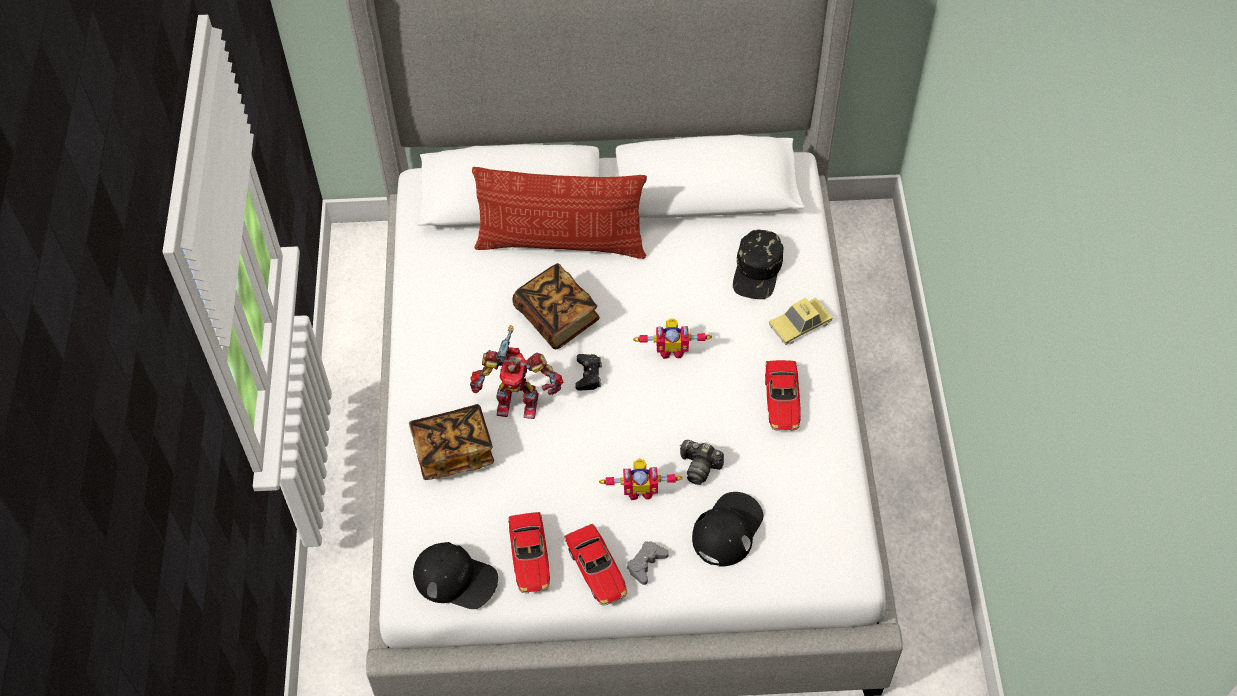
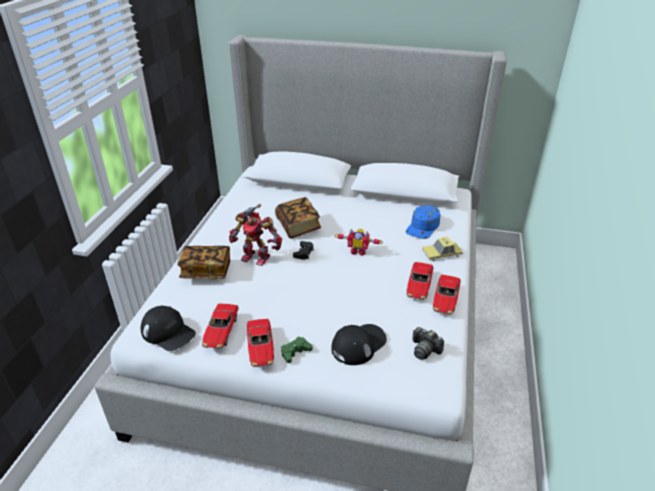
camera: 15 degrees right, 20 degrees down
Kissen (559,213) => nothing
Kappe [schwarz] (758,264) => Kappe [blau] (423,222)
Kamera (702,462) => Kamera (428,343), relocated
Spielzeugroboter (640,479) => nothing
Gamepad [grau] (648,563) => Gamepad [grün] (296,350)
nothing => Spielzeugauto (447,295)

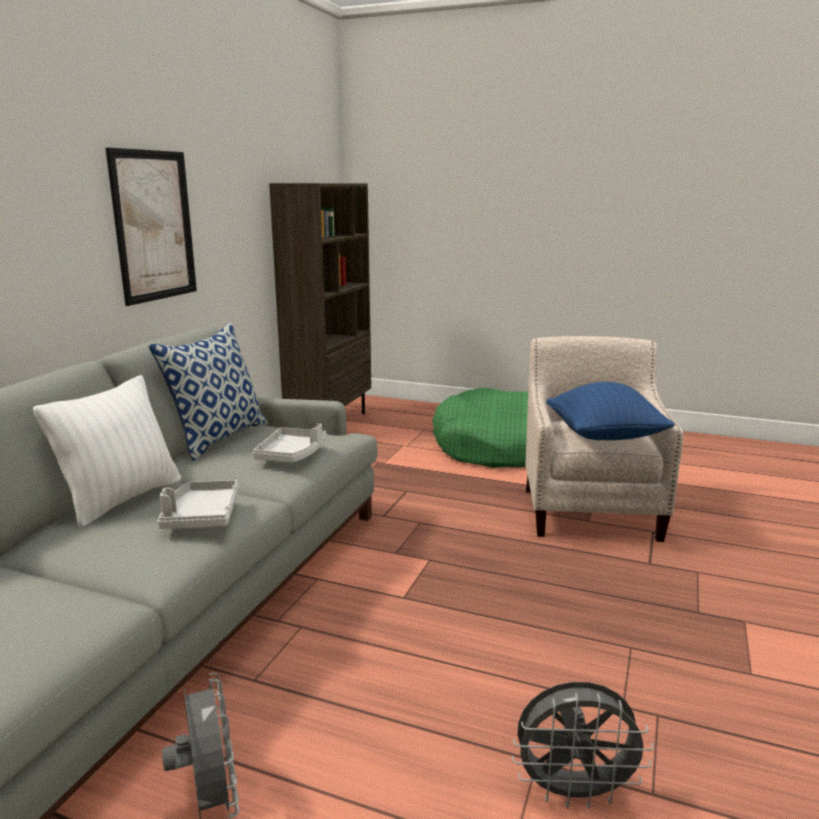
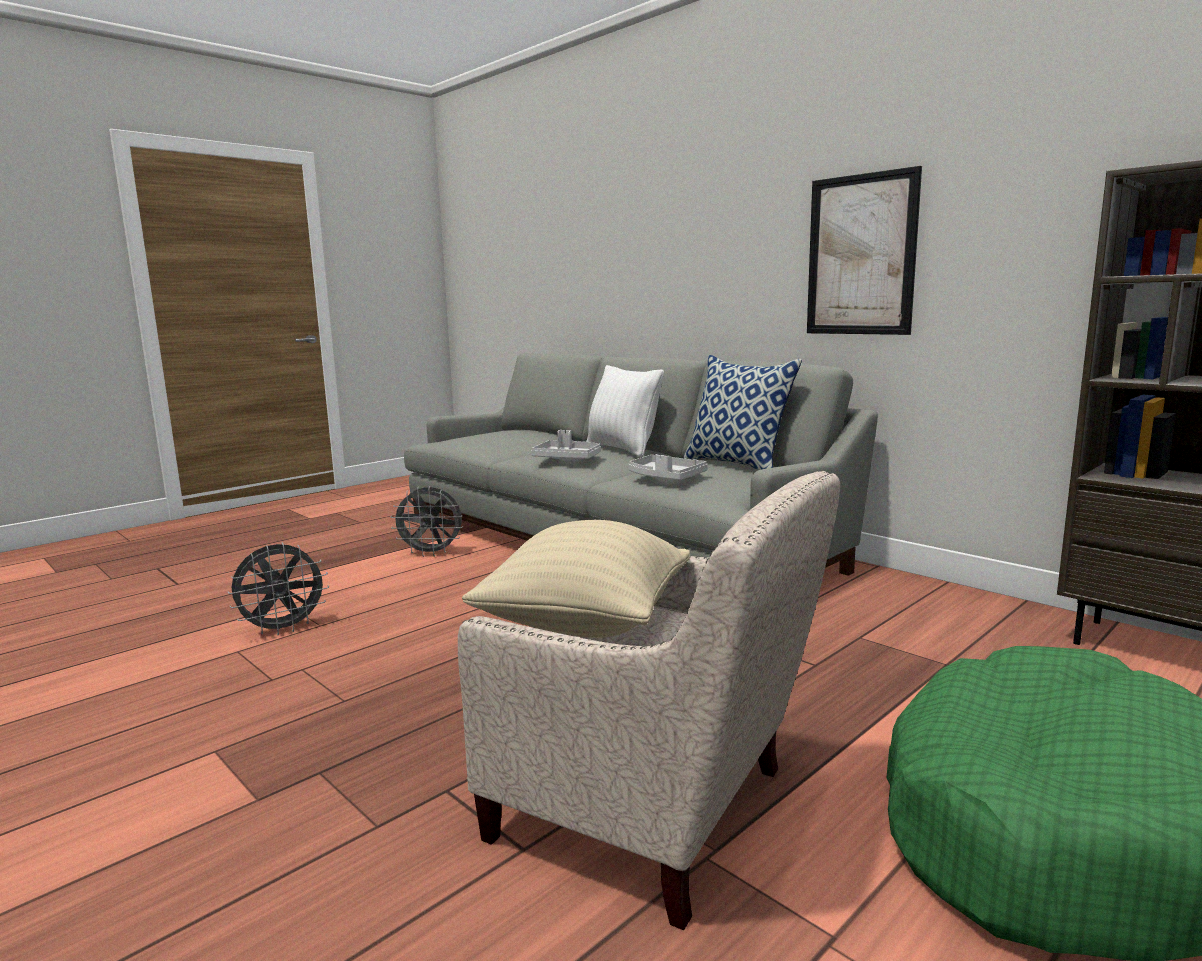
camera: 115 degrees right, 5 degrees down
Kissen [blau] (610,411) => Kissen [beige] (576,579)
Ventilator [grau] (583,745) => Ventilator [grau] (278,589), 150 degrees counterclockwise

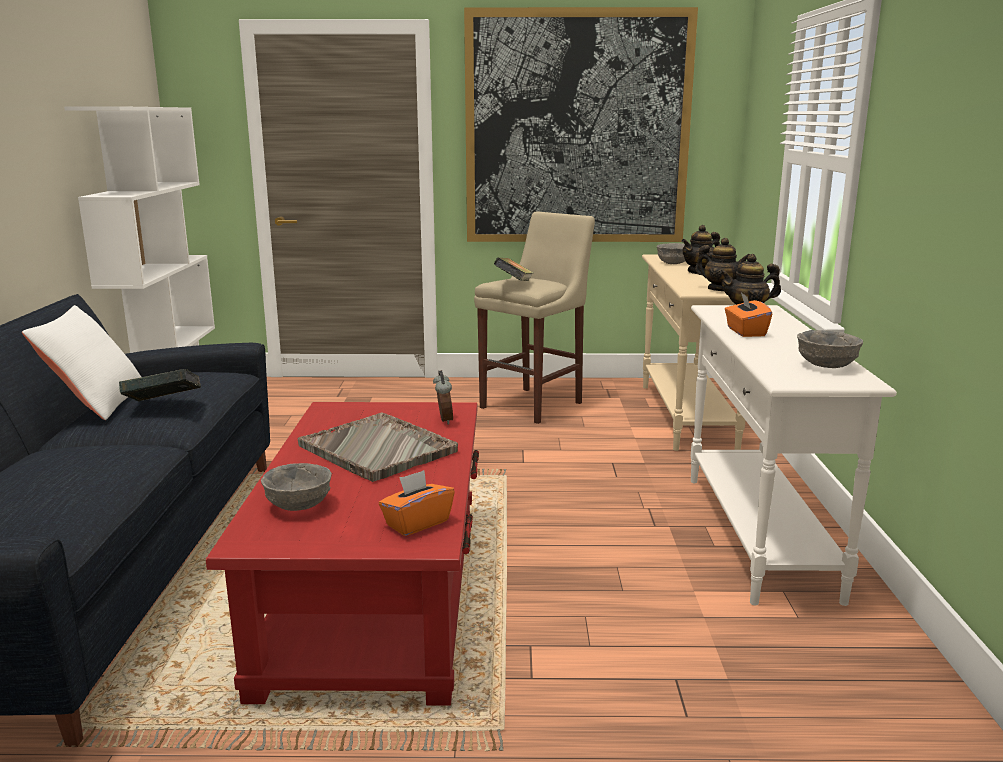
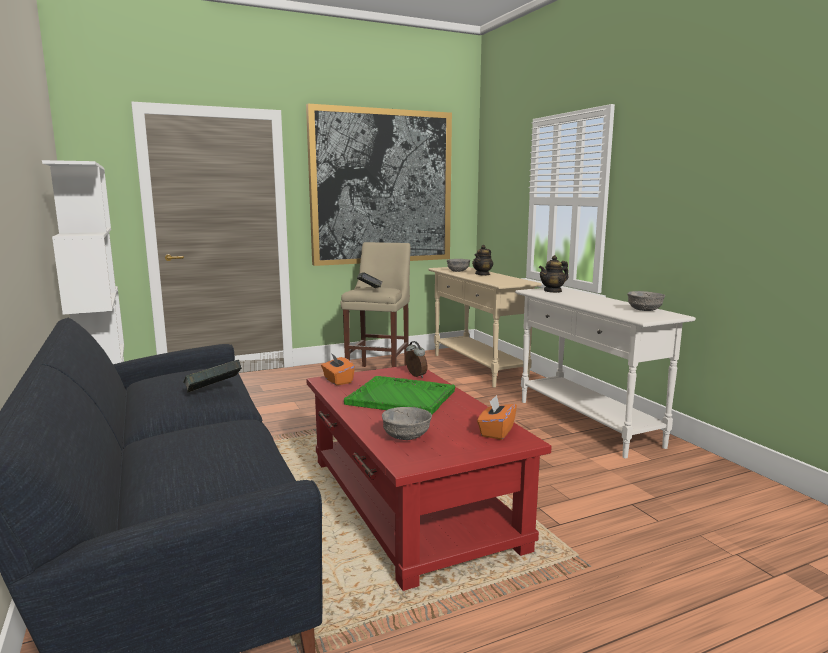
camera: 25 degrees left, 5 degrees down
Teekanne (722,264) => nothing
Taschentuchbox [orange] (748,315) => Taschentuchbox [orange] (338,369), relocated
Kissen [weiß] (81,362) => nothing
Tablett [grau] (378,447) => Tablett [grün] (399,395)

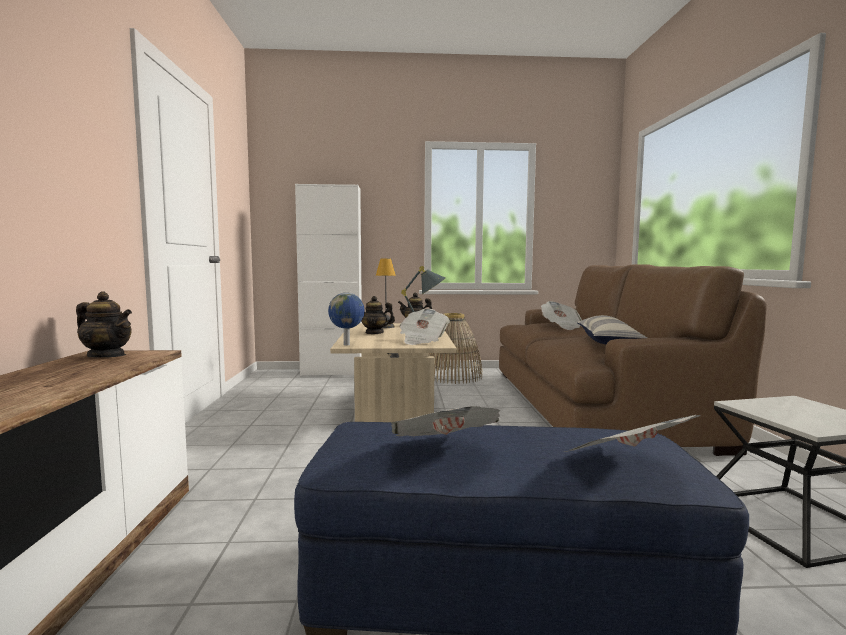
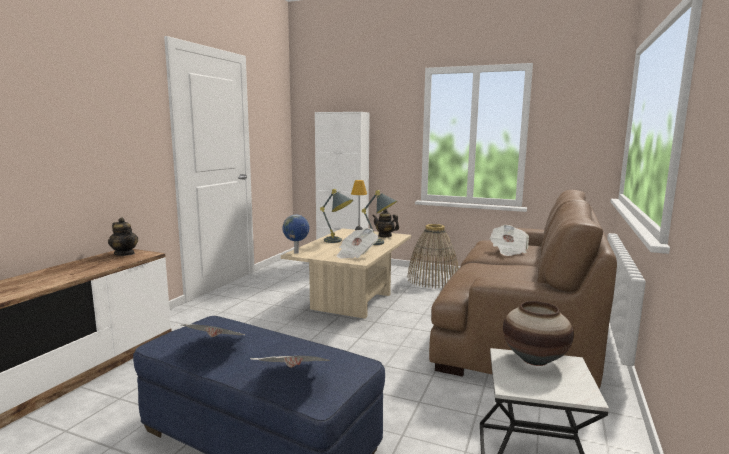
camera: 25 degrees right, 5 degrees up
Teekanne (378,315) => Tischlampe [grau] (336,216)
Kissen (612,330) => nothing
nothing => Vase (538,333)

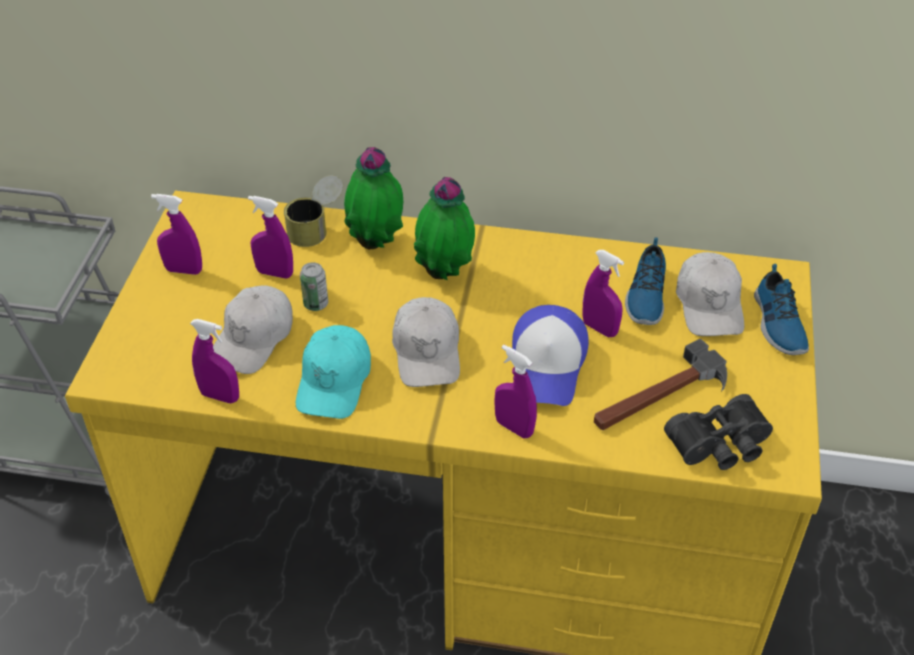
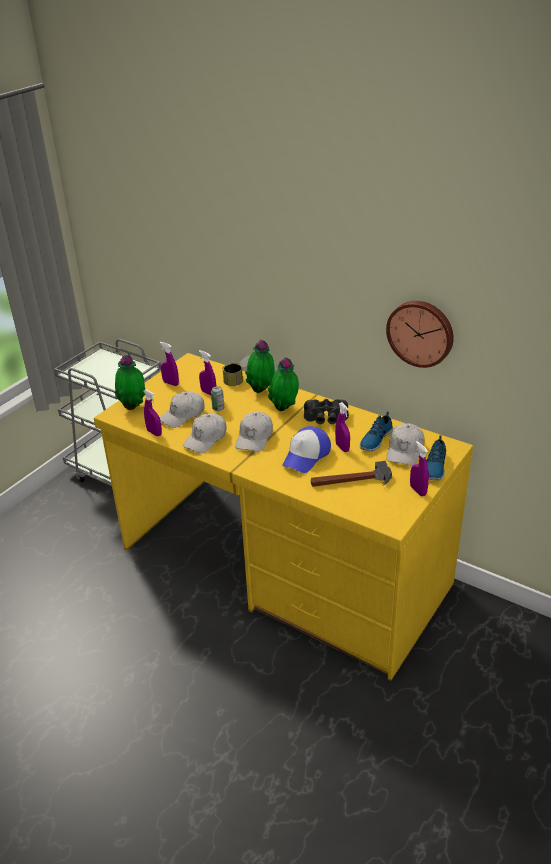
camera: 25 degrees right, 10 degrees down
Kappe [türkis] (333,372) => Kappe [weiß] (204,433)
Sprühflasche [lila] (515,391) => Sprühflasche [lila] (419,468), relocated
Fernglas [schwarz] (718,432) => Fernglas [schwarz] (326,411), relocated
nothing => Wanduhr (420,334)
nothing => Topfpflanze (130,382)

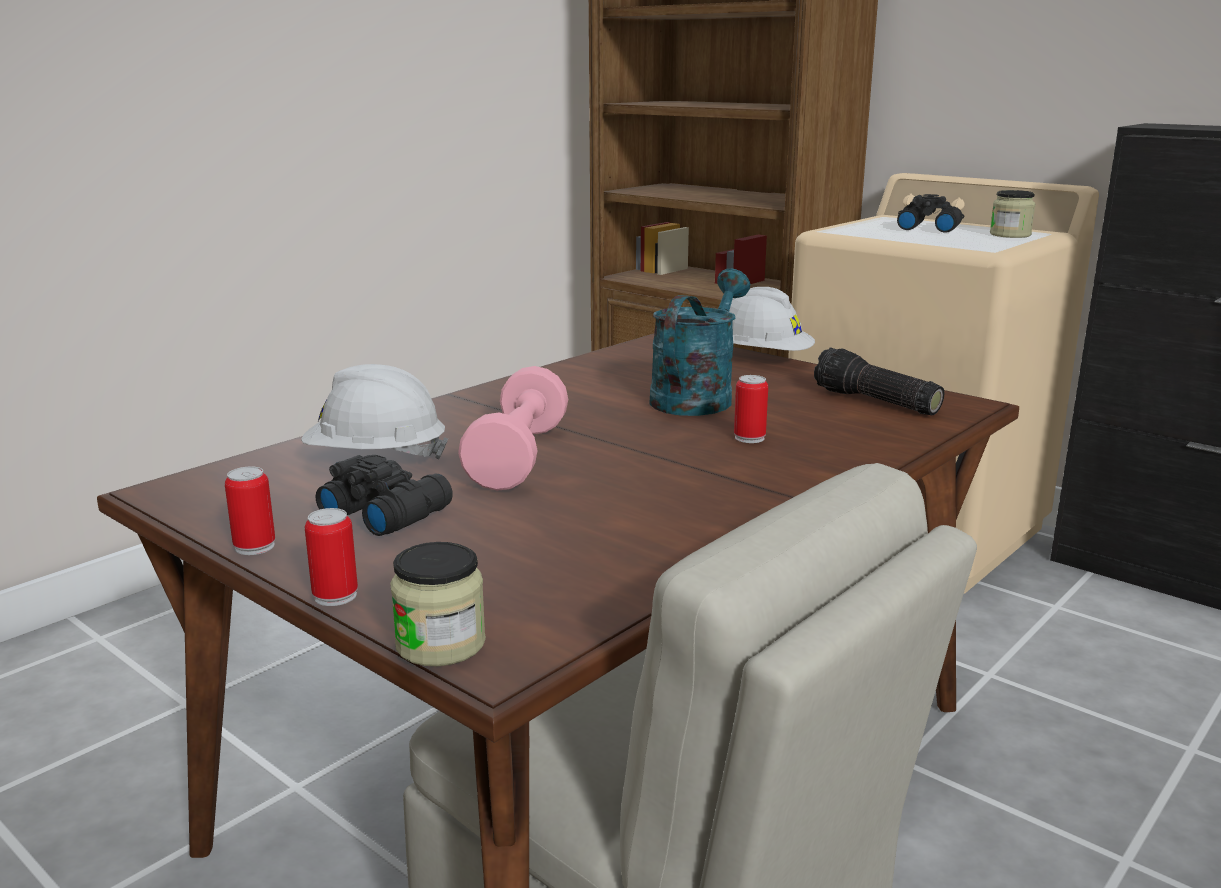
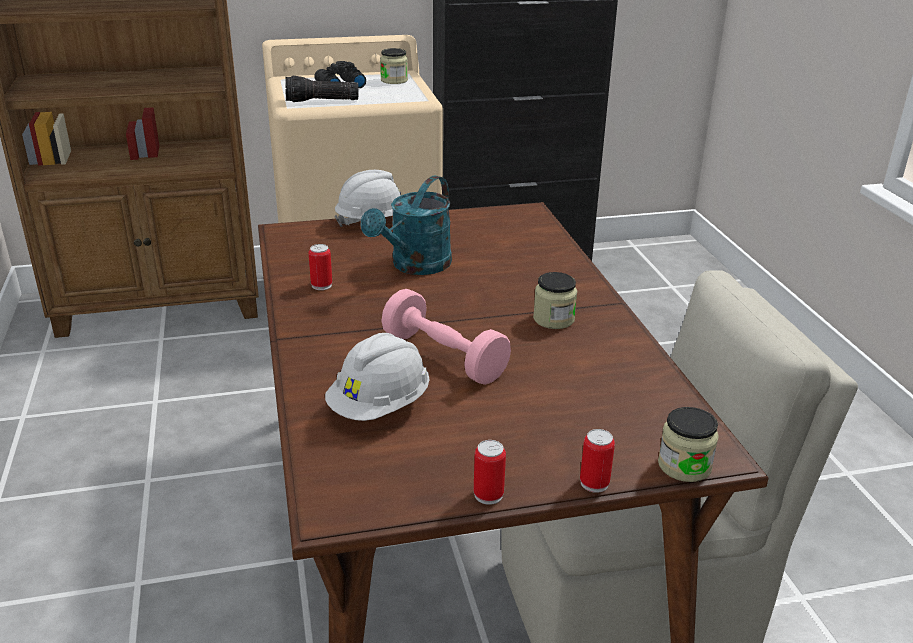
camera: 55 degrees left, 10 degrees up
Gießkanne [türkis] (699,342) => Gießkanne [türkis] (406,225), 120 degrees counterclockwise
Taschenlampe (879,381) => Taschenlampe (322,89), relocated
Dose (751,409) => Dose (320,267), relocated
Fernglas [schwarz] (384,495) => nothing
nothing => Vorratsglas (555,300)

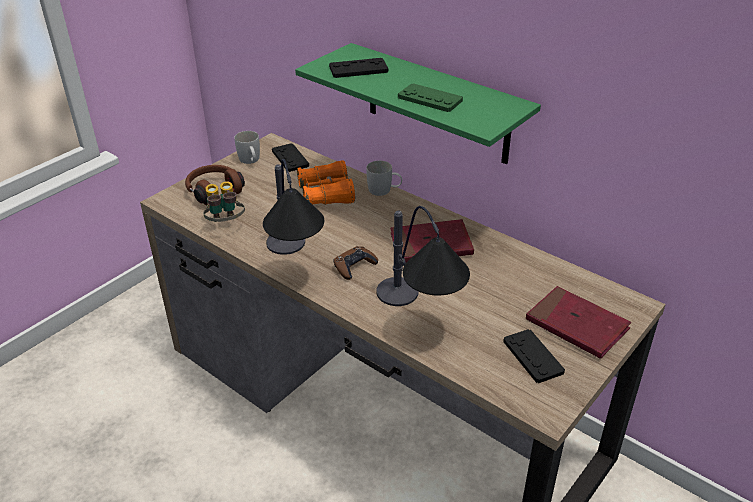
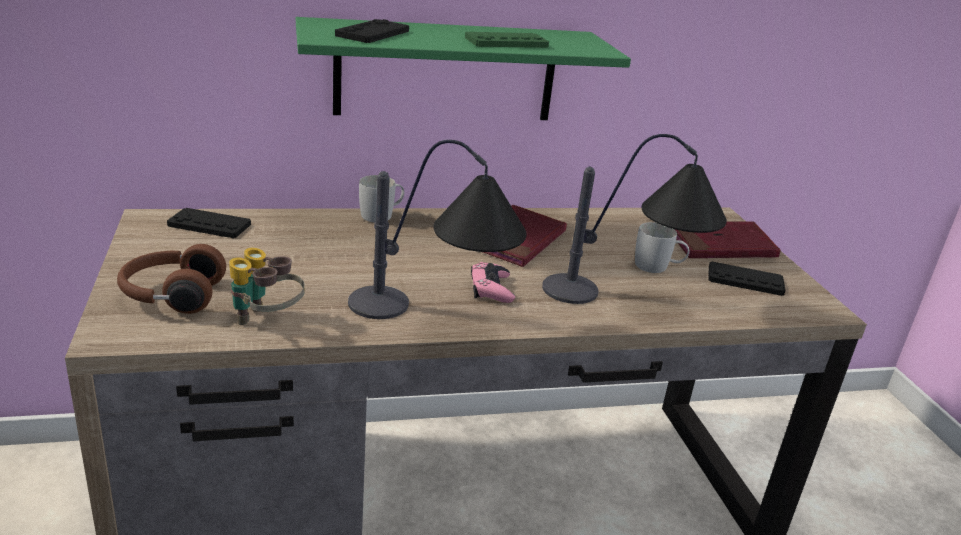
camera: 55 degrees left, 10 degrees down
Henkelbecher [weiß] (247,147) => Henkelbecher [weiß] (662,247), relocated
Fernglas [orange] (326,182) => nothing
Gamepad [braun] (355,263) => Gamepad [rosa] (493,282)

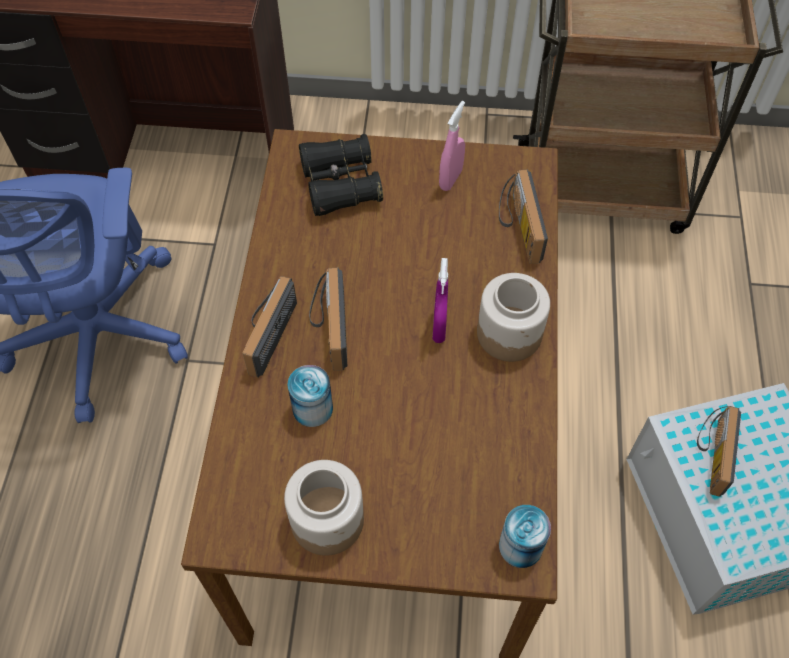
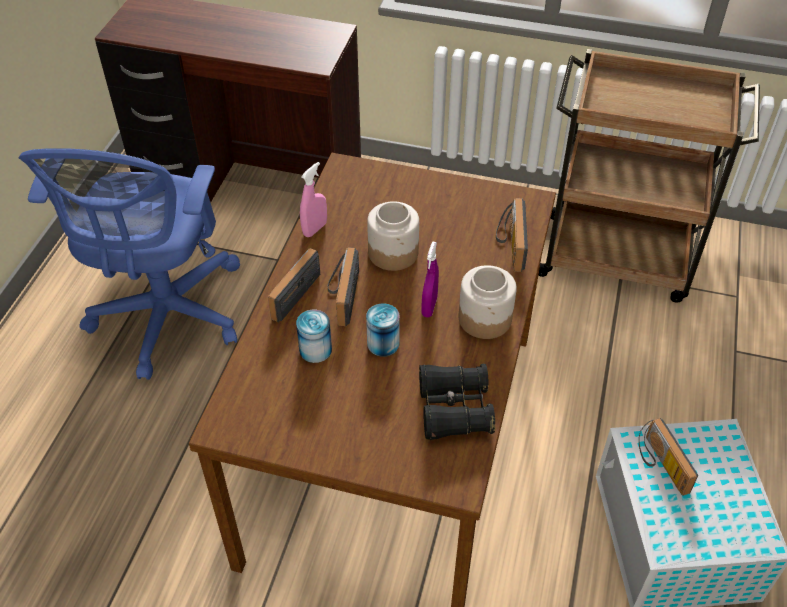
camera: 10 degrees right, 10 degrees down
Sprühflasche [rosa] (452,146) => Sprühflasche [rosa] (313,199), relocated
Fernglas [schwarz] (341,175) => Fernglas [schwarz] (457,402), relocated
Radio (719,451) => Radio (668,457), 45 degrees counterclockwise
Vorratsglas (324,508) => Vorratsglas (393,236), relocated
Dose (525,536) => Dose (383,330), relocated

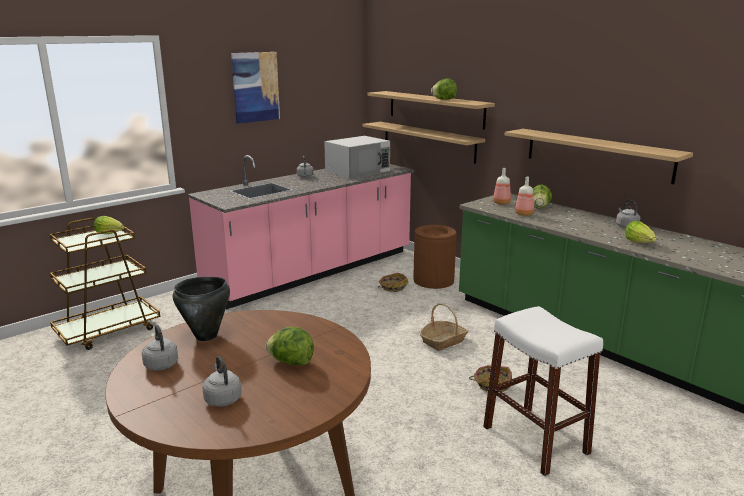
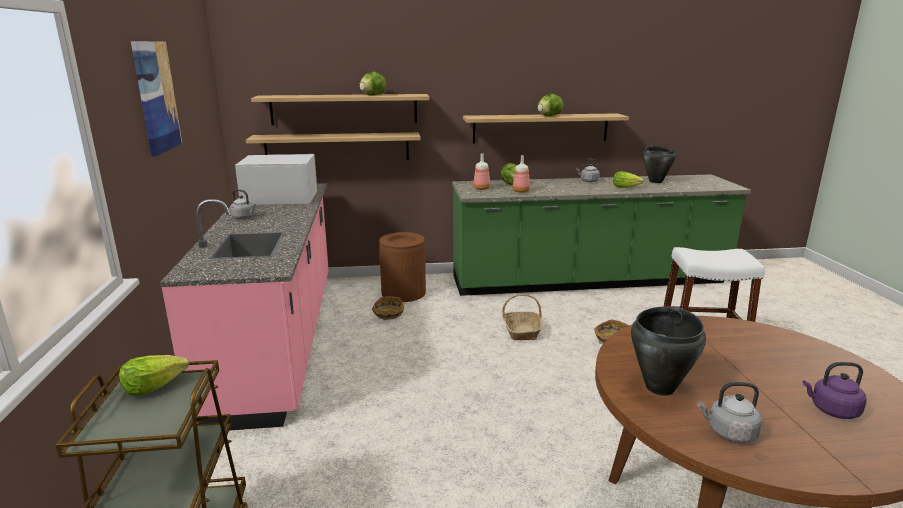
camera: 55 degrees left, 0 degrees up
Mikrowelle [weiß] (357,157) => Mikrowelle [weiß] (276,179), 90 degrees counterclockwise
Salatkopf (290,346) => Salatkopf (550,105), relocated
Wasserkessel [grau] (222,381) => Wasserkessel [lila] (834,390)
nothing => Kochtopf [schwarz] (659,164)

